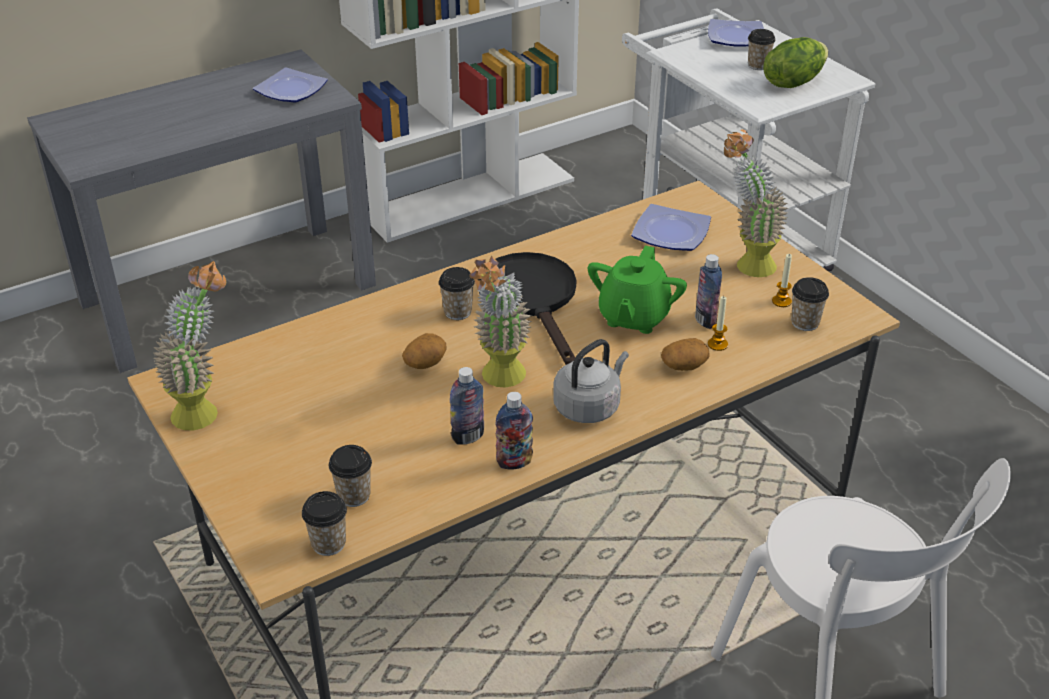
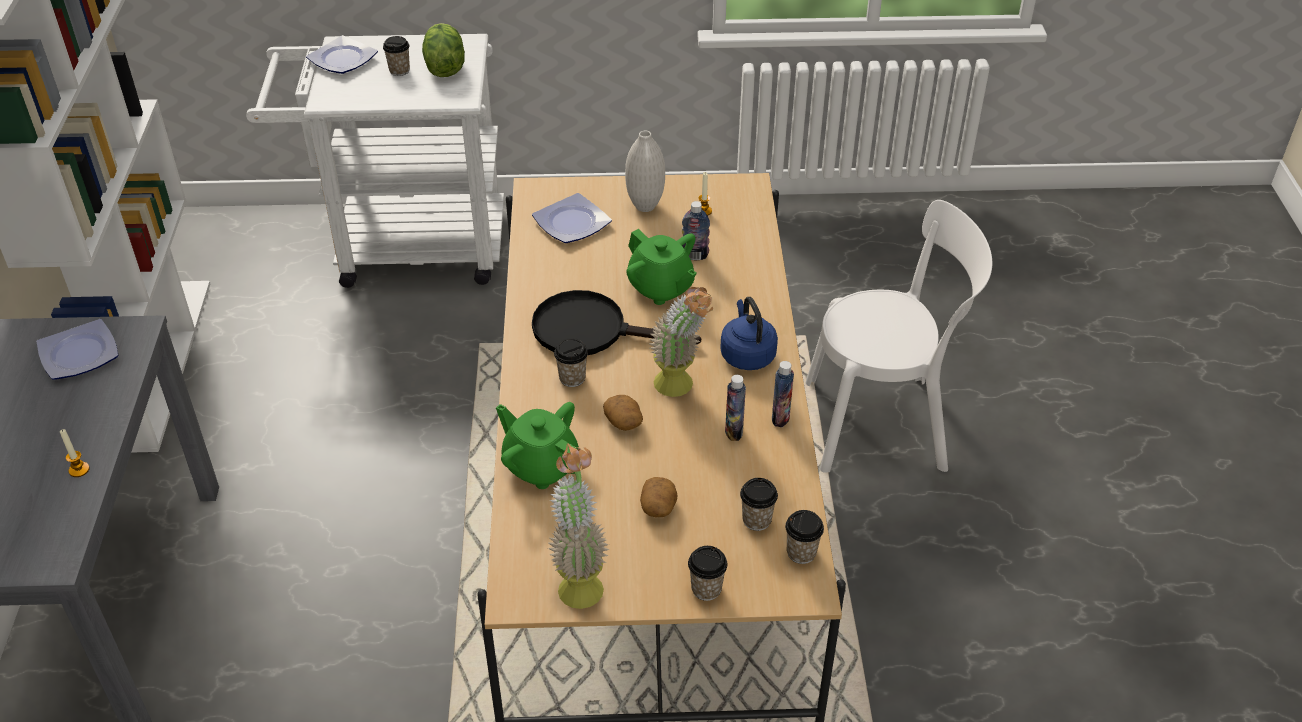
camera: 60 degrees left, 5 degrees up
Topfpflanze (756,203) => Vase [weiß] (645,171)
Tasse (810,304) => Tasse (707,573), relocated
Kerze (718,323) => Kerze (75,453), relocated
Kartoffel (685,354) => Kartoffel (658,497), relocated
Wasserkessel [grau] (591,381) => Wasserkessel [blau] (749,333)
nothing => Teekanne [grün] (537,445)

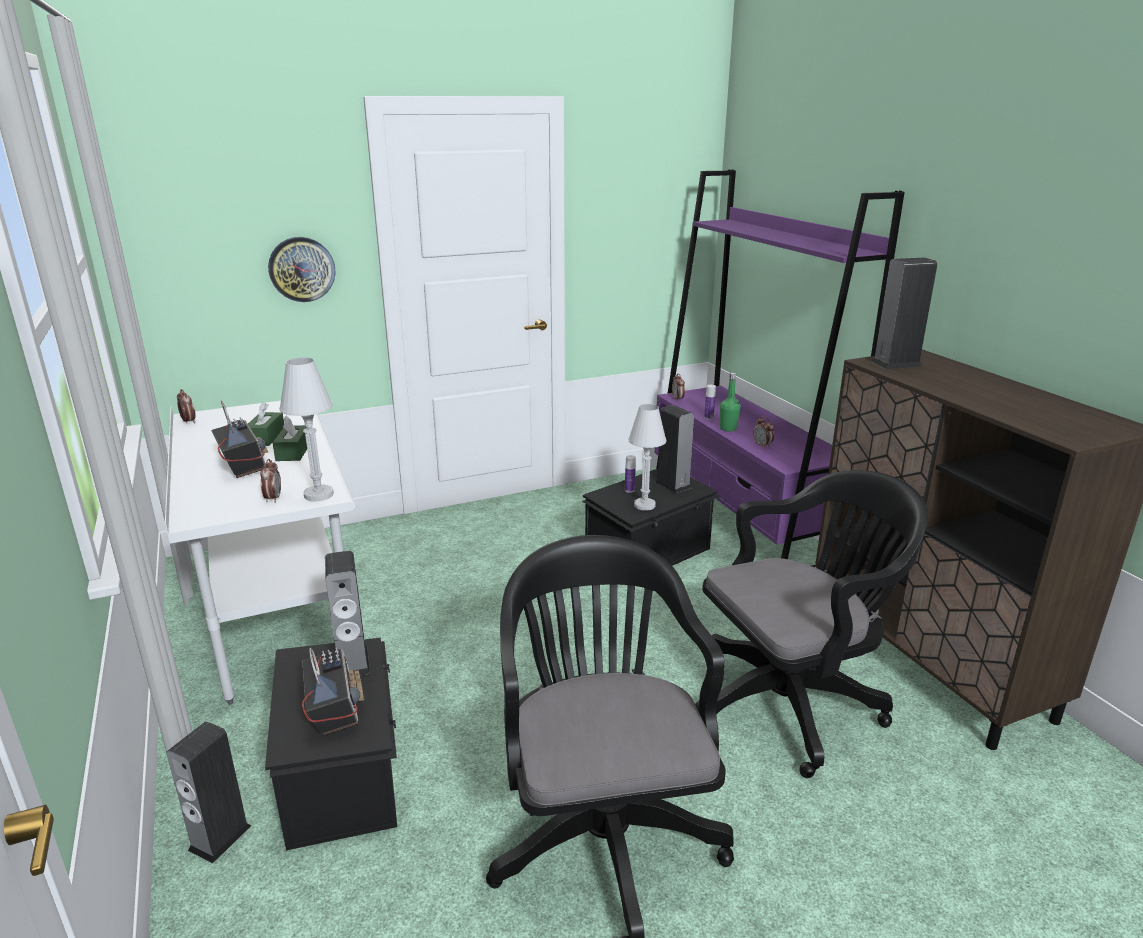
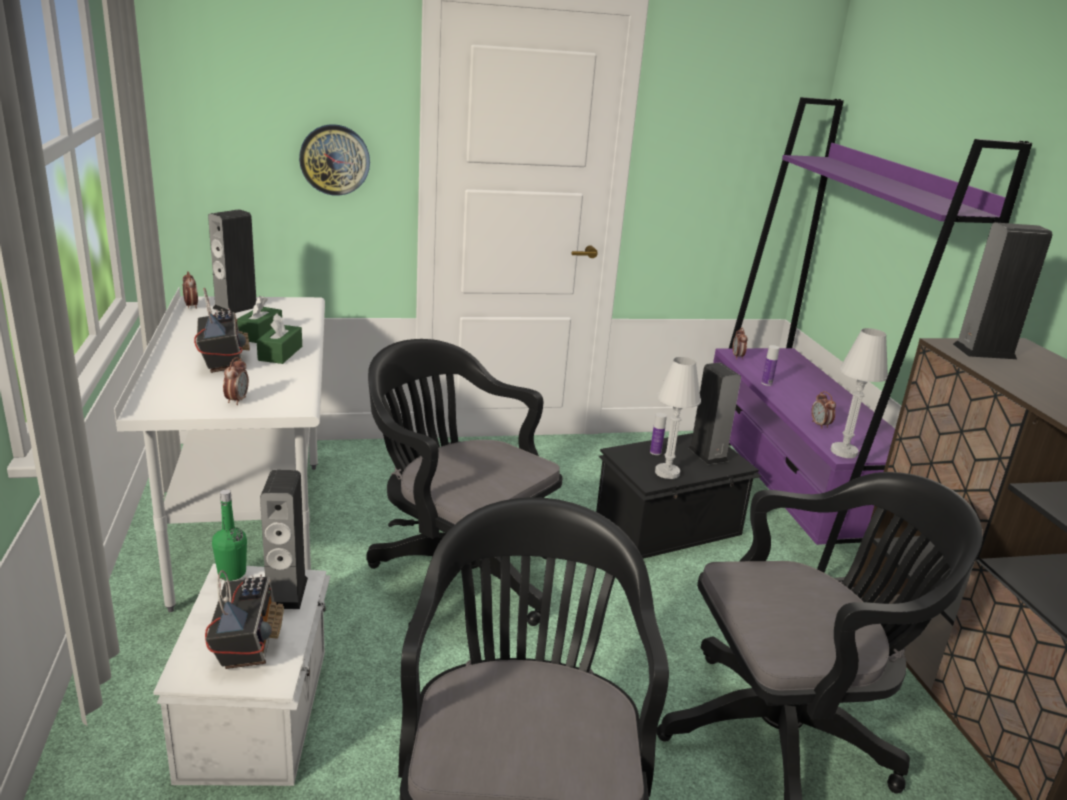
camera: 10 degrees right, 0 degrees up
Tischlampe [weiß] (307,430) => Tischlampe [weiß] (859,393), relocated
Flasche [grün] (730,401) => Flasche [grün] (229,535), relocated
Aufbewahrungsbox [schwarz] (331,744) => Aufbewahrungsbox [weiß] (241,675)
Lautsprecher (209,792) => Lautsprecher (232,261), relocated
nothing => Bürostuhl [schwarz] (464,483)

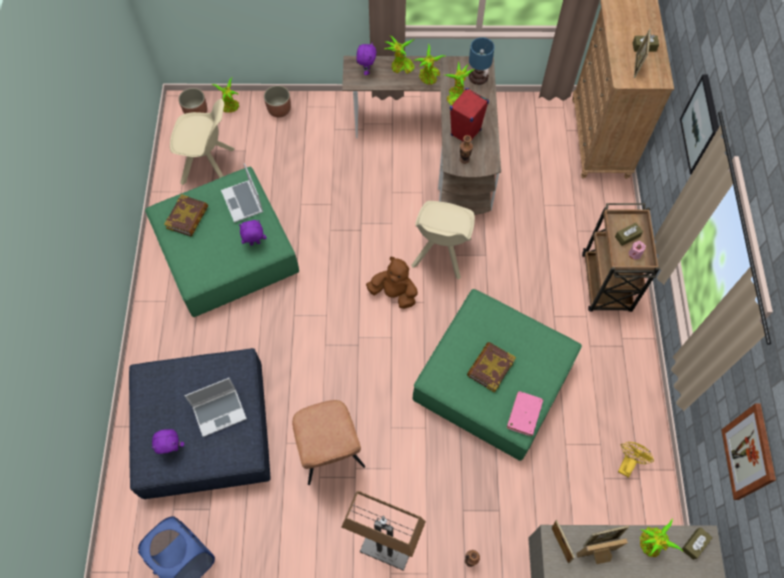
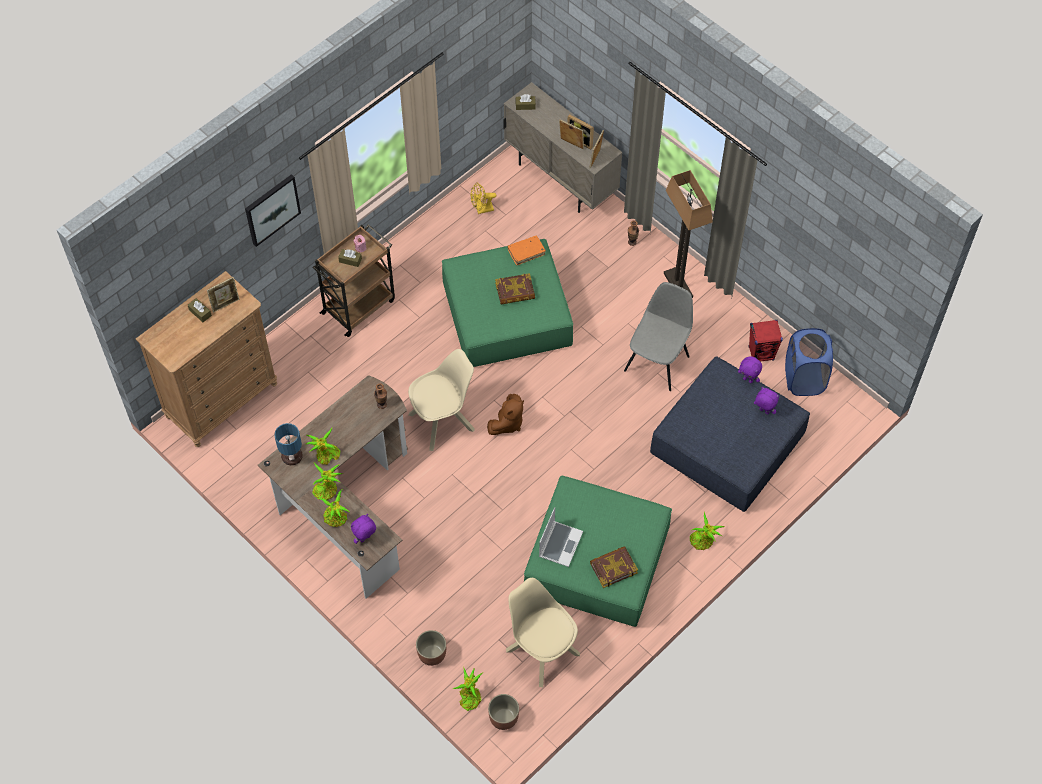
camera: 135 degrees left, 5 degrees down
Lautsprecher [rot] (469,115) => Lautsprecher [rot] (766,341), relocated
Plüschtier [lila] (253,233) => Plüschtier [lila] (750,369), relocated
Plüschtier [braun] (392,283) => Plüschtier [braun] (505,414), 120 degrees counterclockwise
Laptop (216,407) => nothing
Buch [rosa] (525,413) => Buch [orange] (527,250)
Stuhl [braun] (328,442) => Stuhl [grau] (658,336)
Bild (748,451) => nothing
Topfpflanze (661,537) => Topfpflanze (707,531), relocated

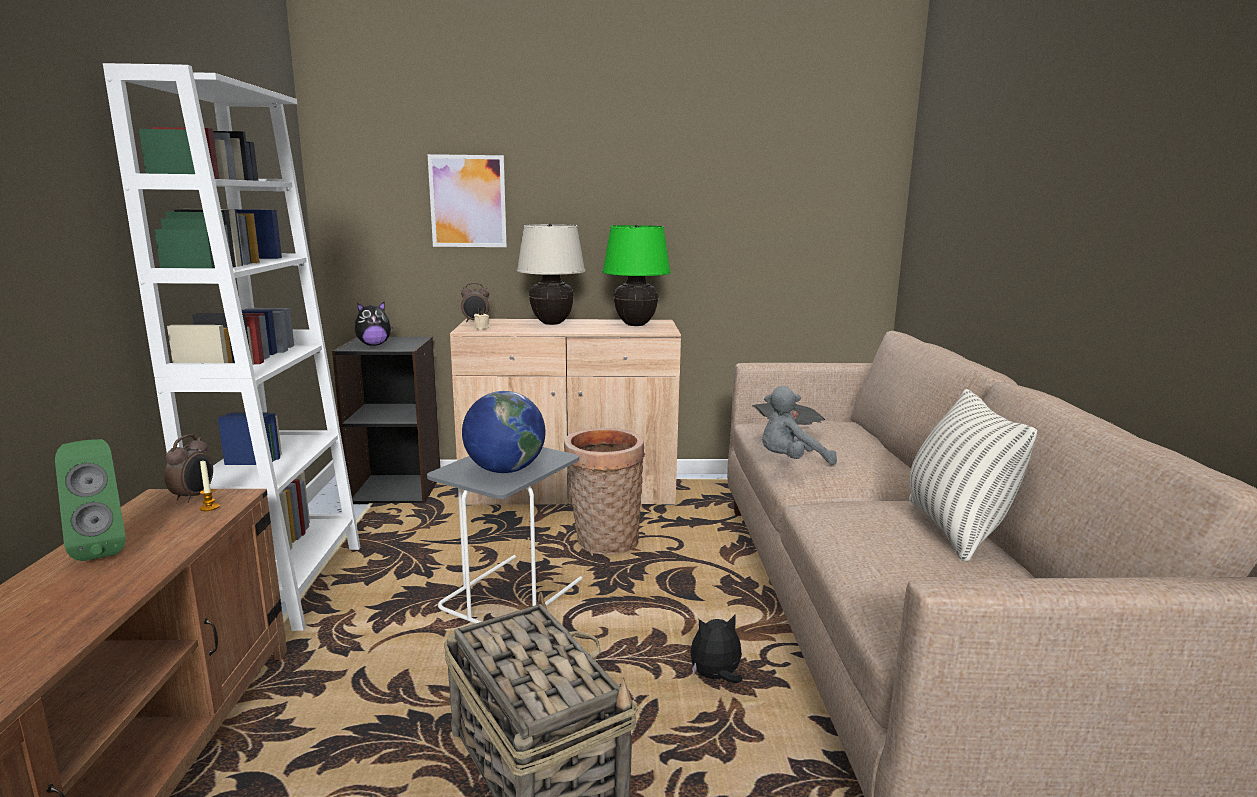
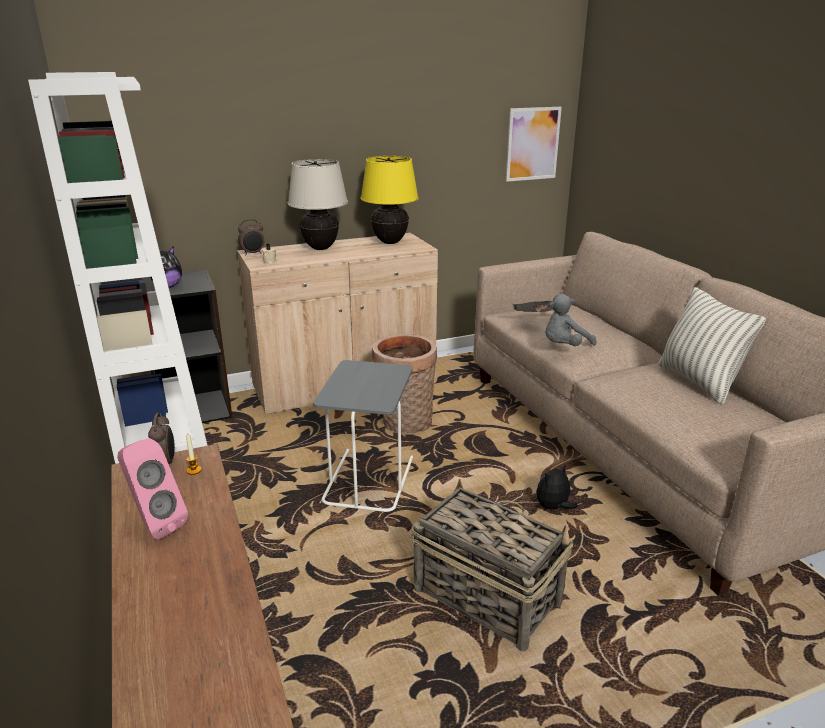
camera: 20 degrees left, 10 degrees up
Bild (467,200) => Bild (534,144), relocated
Tischlampe [grün] (636,275) => Tischlampe [gelb] (389,200)
Globus (503,432) => nothing
Lautsprecher [grün] (90,500) => Lautsprecher [rosa] (152,488)

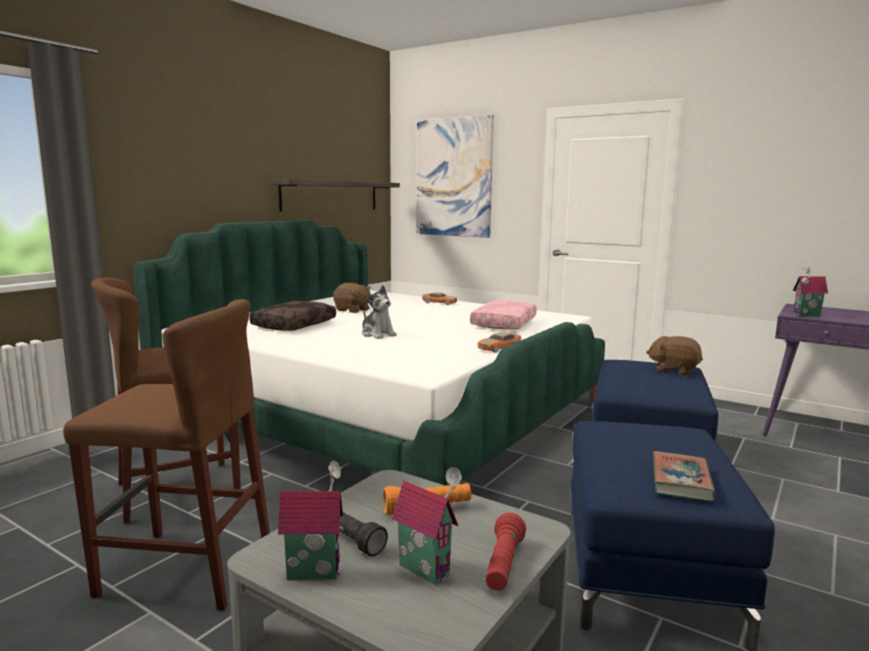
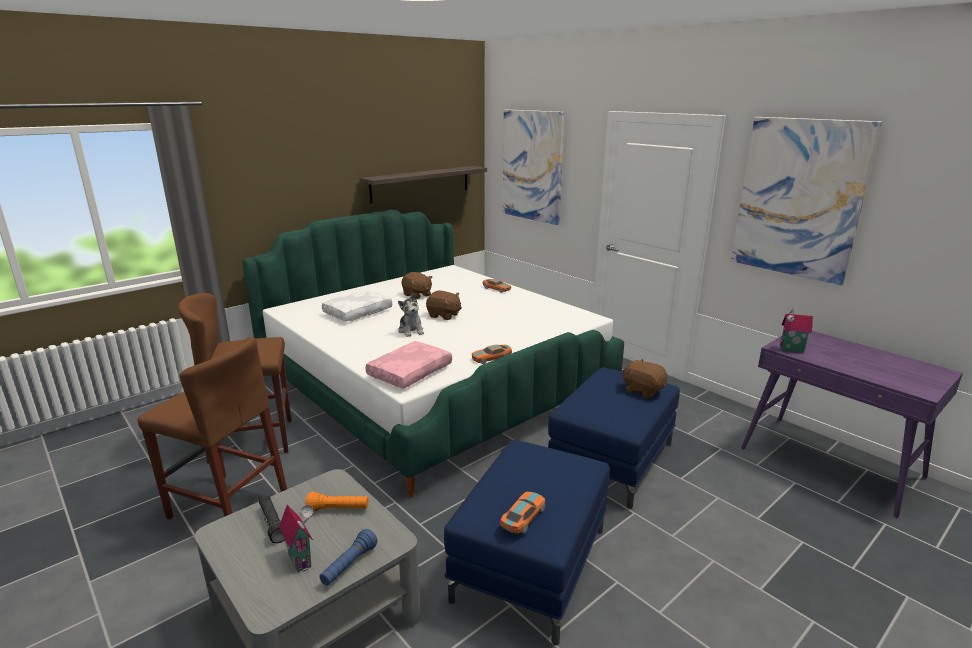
camera: 15 degrees right, 10 degrees up
Kissen [rosa] (503,314) => Kissen [rosa] (408,365), relocated
Kissen [braun] (292,315) => Kissen [weiß] (357,306)
Buch (684,476) => Spielzeugauto (522,513)
Spielzeughaus (310,520) => nothing
Taschenlampe [rot] (505,552) => Taschenlampe [blau] (348,557)
nothing => Bild (806,201)
nothing => Plüschtier [braun] (444,305)

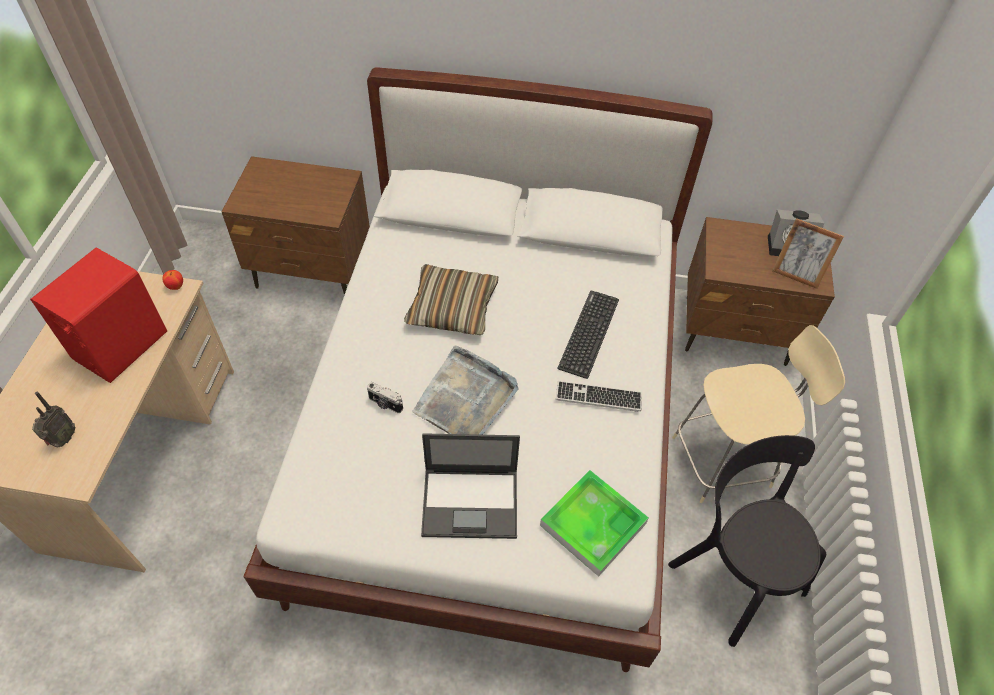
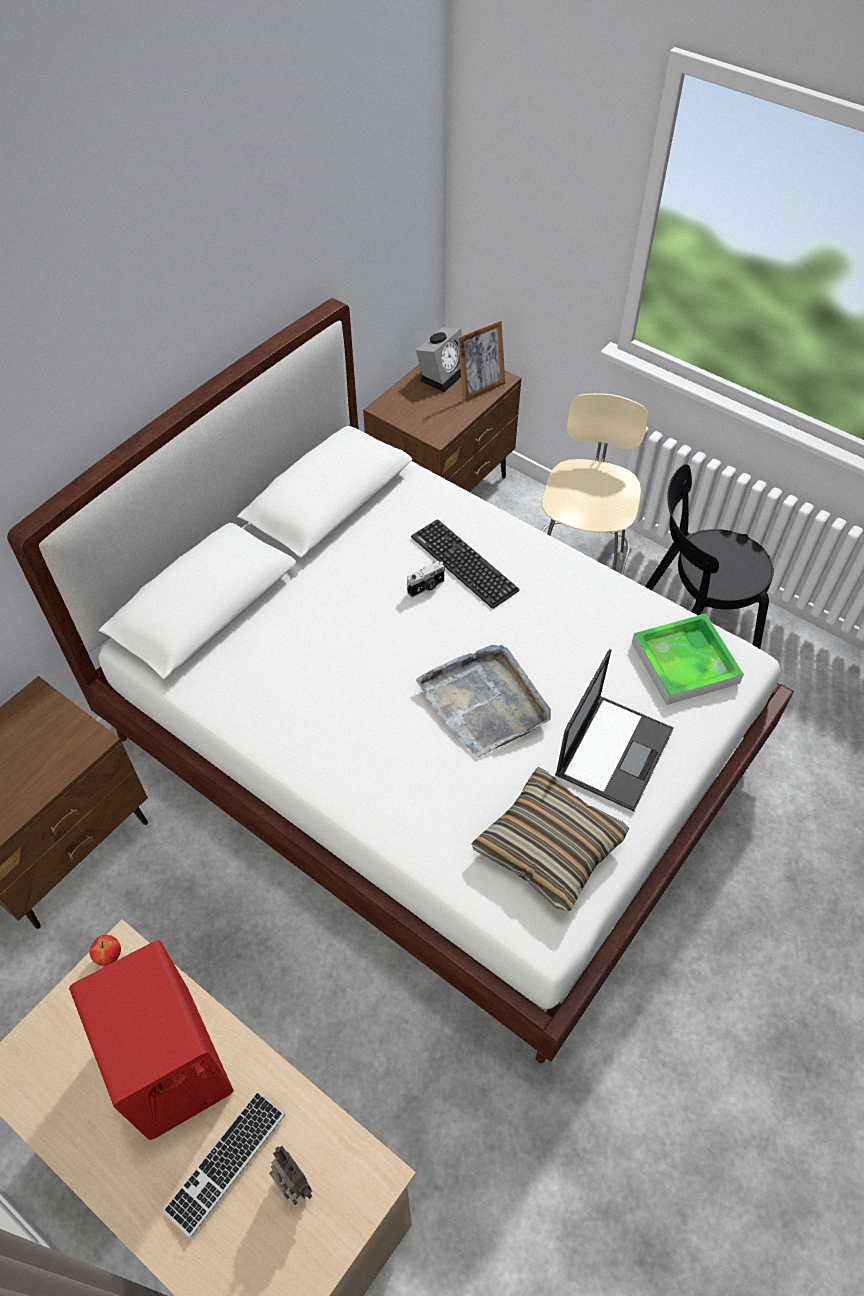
camera: 60 degrees left, 0 degrees up
Kissen (451,299) => Kissen (550,839), relocated
Tastatur (599,396) => Tastatur (223,1164), relocated
Kamera (385,397) => Kamera (426,579), relocated

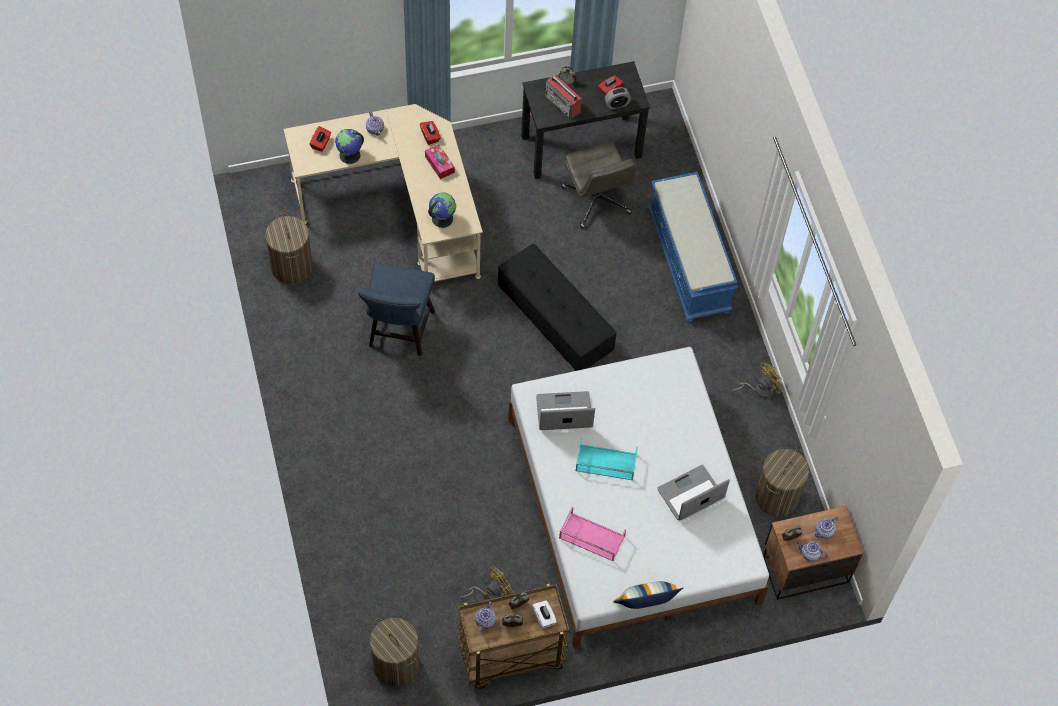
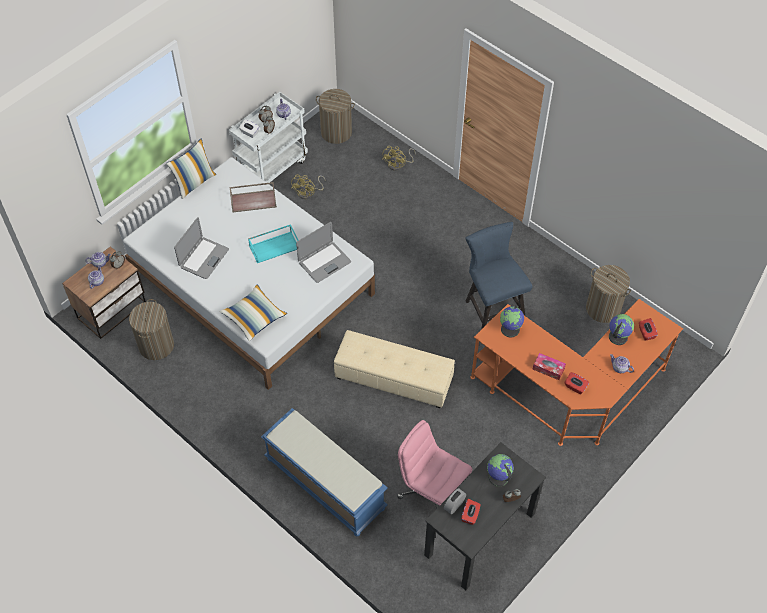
camera: 150 degrees right, 5 degrees down
Radio (563,96) => Globus (500,470)
Schreibtisch [beige] (383,193) => Schreibtisch [orange] (576,372)
Bürostuhl [grau] (599,185) => Bürostuhl [rosa] (434,464)
Polsterhocker [schwarz] (557,307) => Polsterhocker [beige] (394,369)
Ventilator [gelb] (757,380) => Ventilator [gelb] (399,158), relocated
Tablett [rosa] (592,533) => Tablett [braun] (253,197)
Rollwagen [braun] (514,636) => Rollwagen [weiß] (268,137)
nothing => Kissen (253,312)

